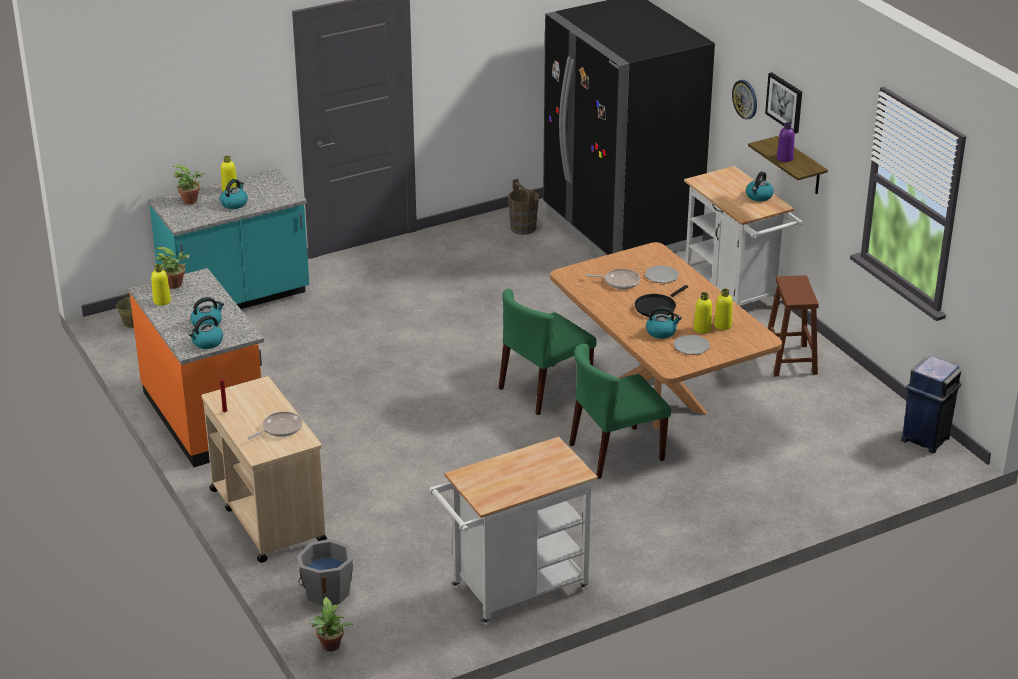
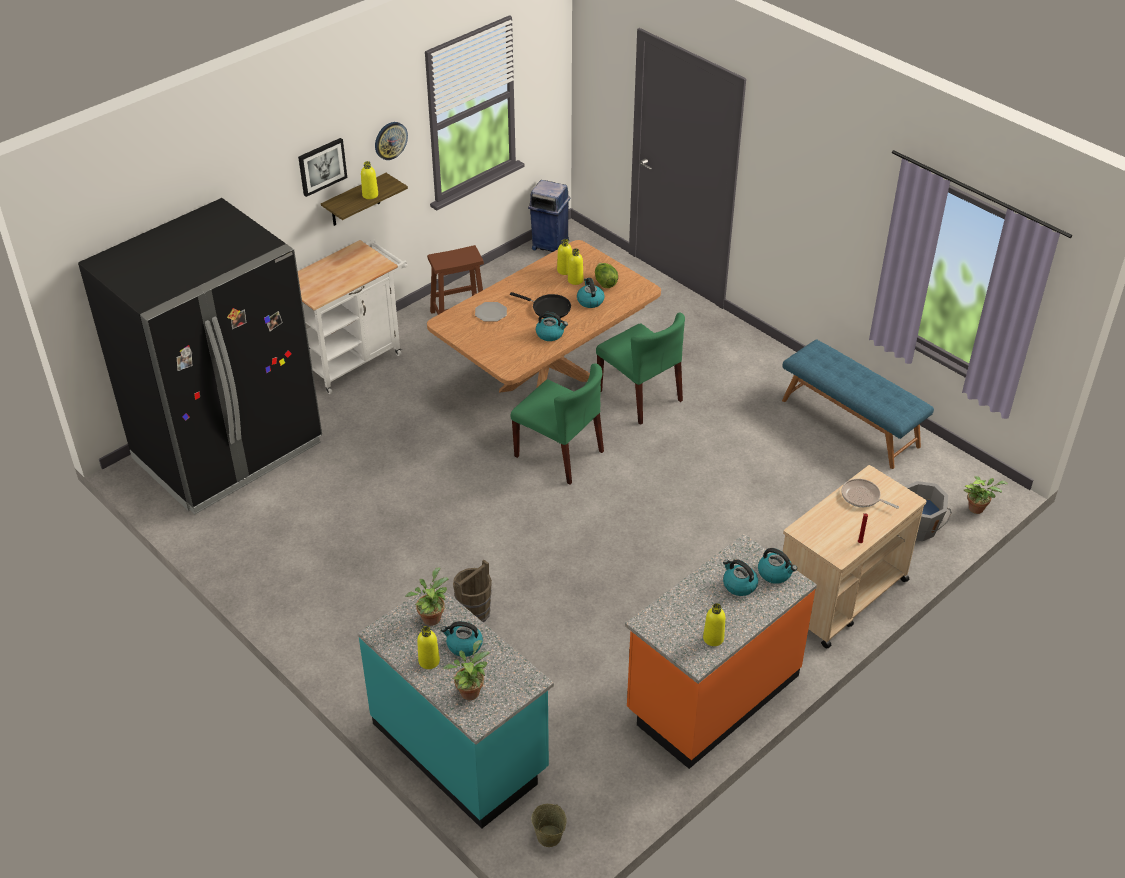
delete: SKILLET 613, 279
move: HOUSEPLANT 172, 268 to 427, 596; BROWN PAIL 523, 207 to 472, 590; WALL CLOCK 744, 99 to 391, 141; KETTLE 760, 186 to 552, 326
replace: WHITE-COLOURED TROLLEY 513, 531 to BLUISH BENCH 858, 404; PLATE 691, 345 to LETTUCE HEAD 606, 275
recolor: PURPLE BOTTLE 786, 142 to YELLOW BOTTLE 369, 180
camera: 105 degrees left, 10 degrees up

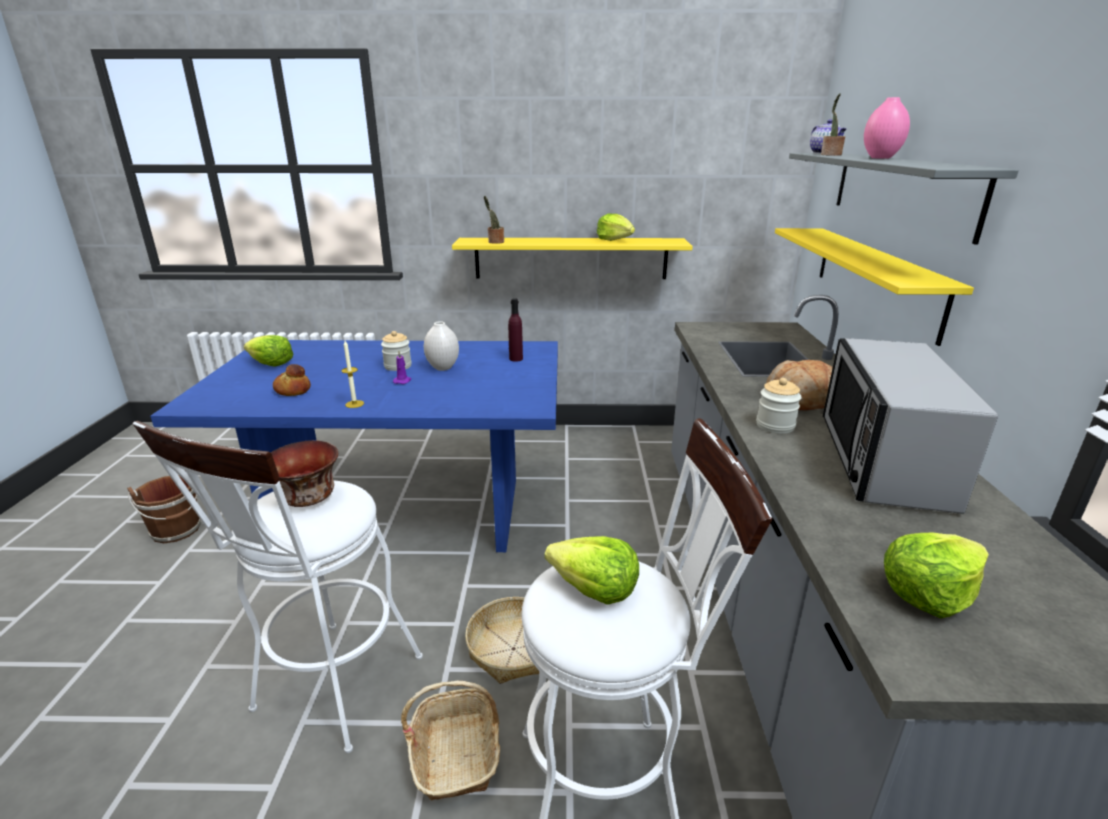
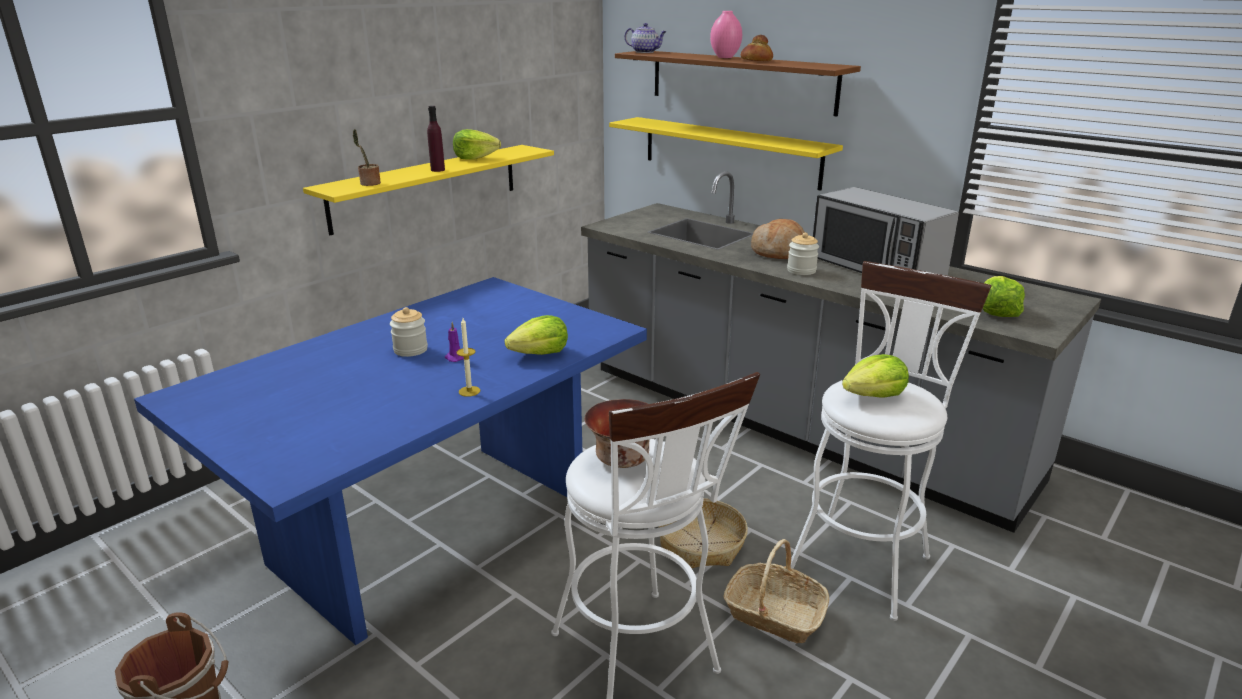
delete: WHITE-COLOURED FLOWER VASE 441, 346; HOUSEPLANT 833, 124
move: LETTUCE HEAD 268, 351 to 536, 335; BAKERY BREAD 292, 380 to 757, 48; PURPLE BOTTLE 515, 330 to 436, 139
recolor: GREYISH BRACKET SHELF 904, 199 to BROWN BRACKET SHELF 738, 83
camera: 50 degrees left, 0 degrees up

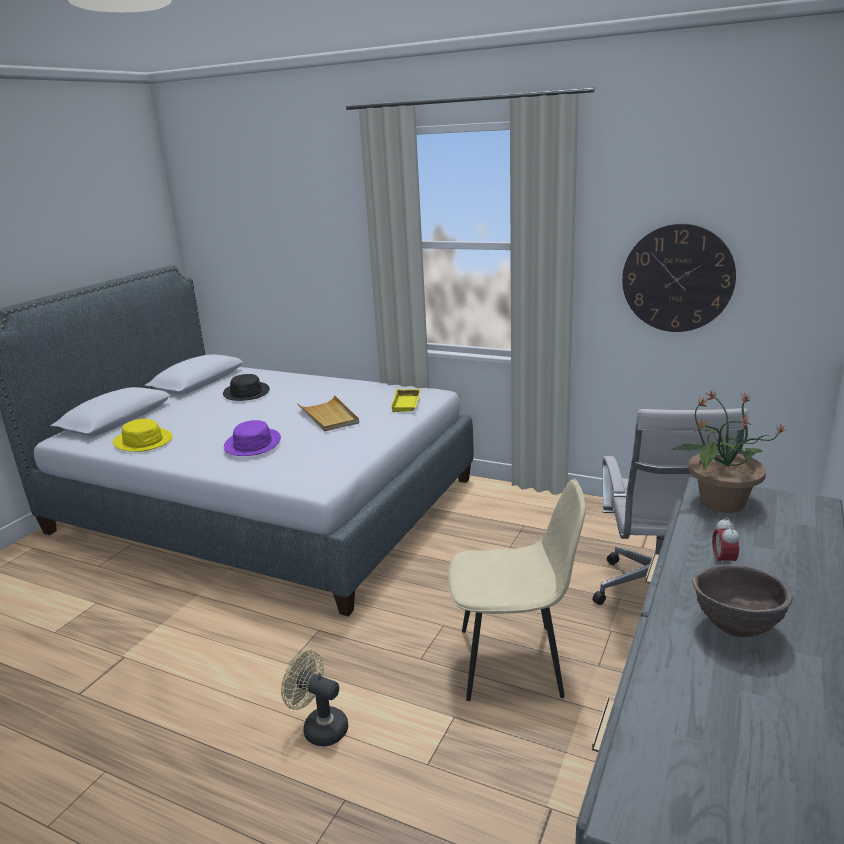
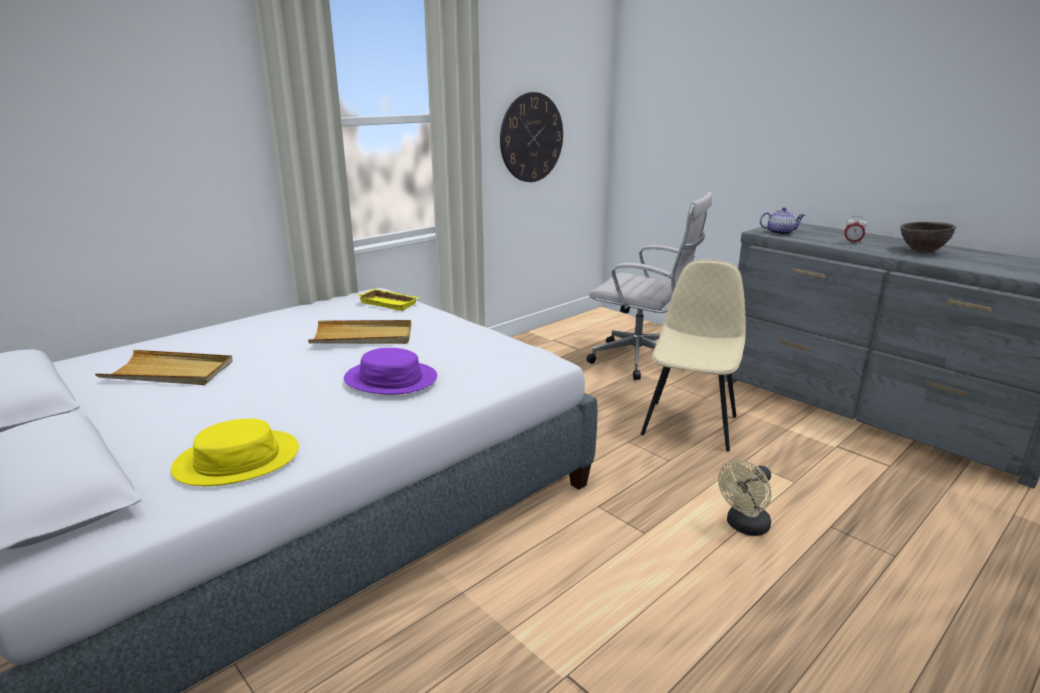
replace: BLACKISH WEARABLE HAT 246, 387 to SAND-COLOURED SERVING TRAY 164, 367; HOUSEPLANT 727, 452 to POT FOR TEA 782, 221
camera: 70 degrees left, 0 degrees up

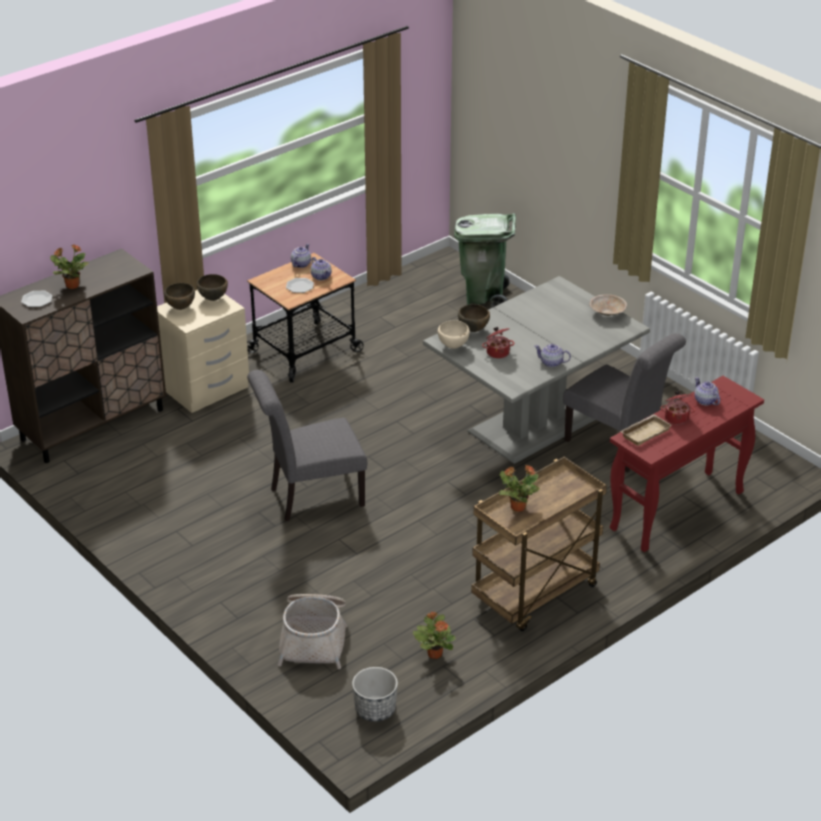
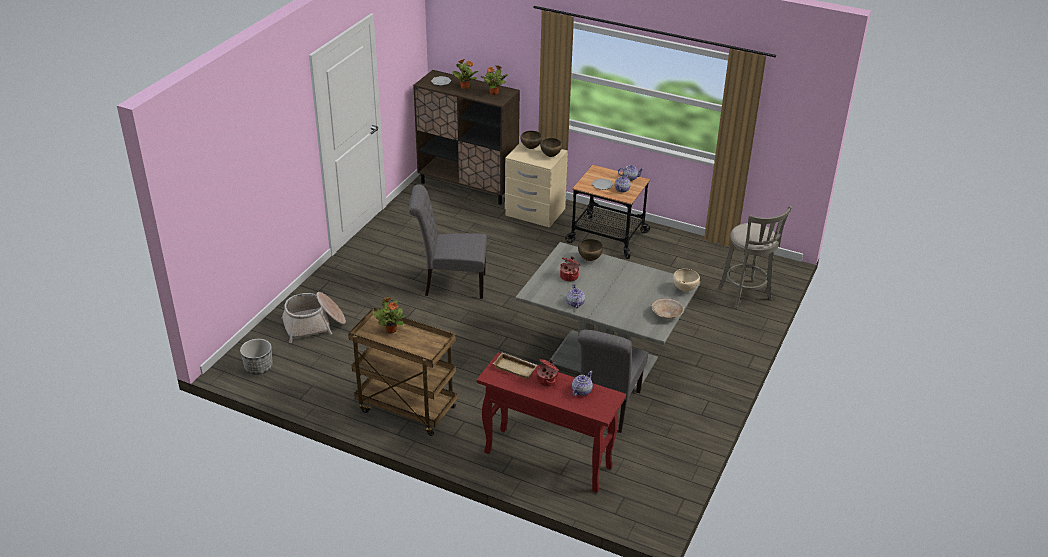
move: HOUSEPLANT 434, 635 to 494, 80; SAND-COLOURED DEEP DISH 454, 334 to 686, 280
replace: GREEN-COLOURED TRASH CAN 485, 260 to GREYISH STOOL 754, 257
rotate: GREYISH UPRIGHT CHAIR 307, 445 = 448, 241 45 degrees counterclockwise
camera: 65 degrees right, 0 degrees up

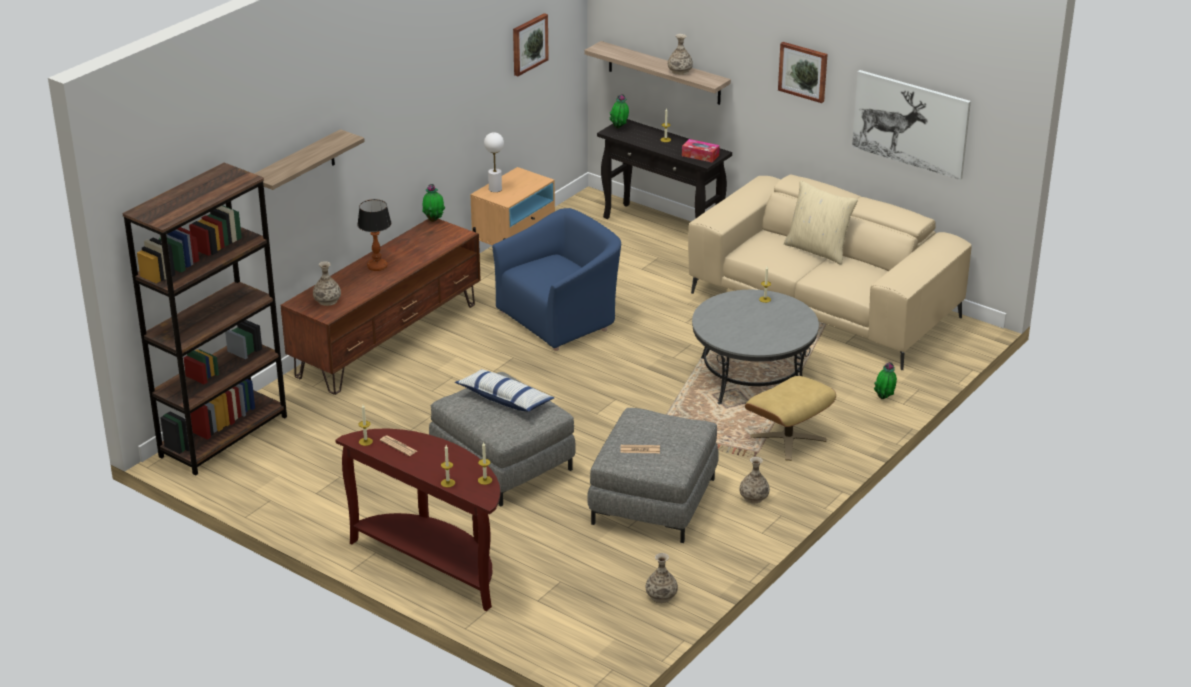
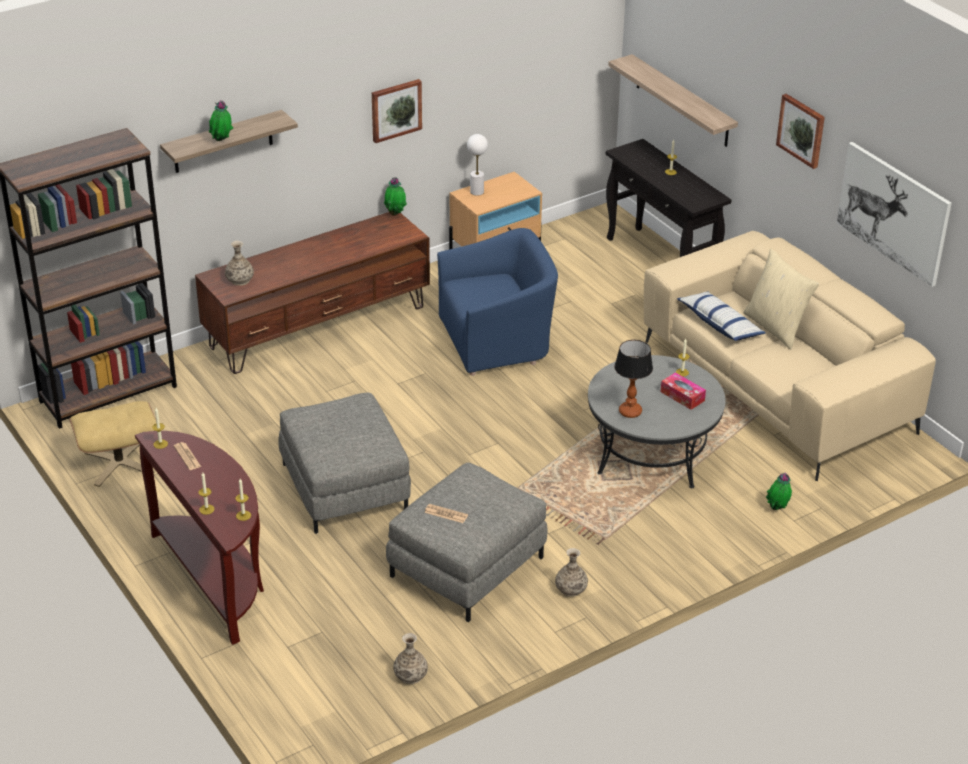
delete: FLOWER VASE 680, 54
move: TABLETOP LAMP 374, 235 to 633, 379; PILLOW 504, 390 to 721, 316; WALL ART 531, 44 to 397, 111; HOUSEPLANT 619, 111 to 221, 120; TISSUE BOX 701, 151 to 683, 391; SAND-COLOURED POUFFE 790, 418 to 112, 444
camera: 20 degrees right, 5 degrees up

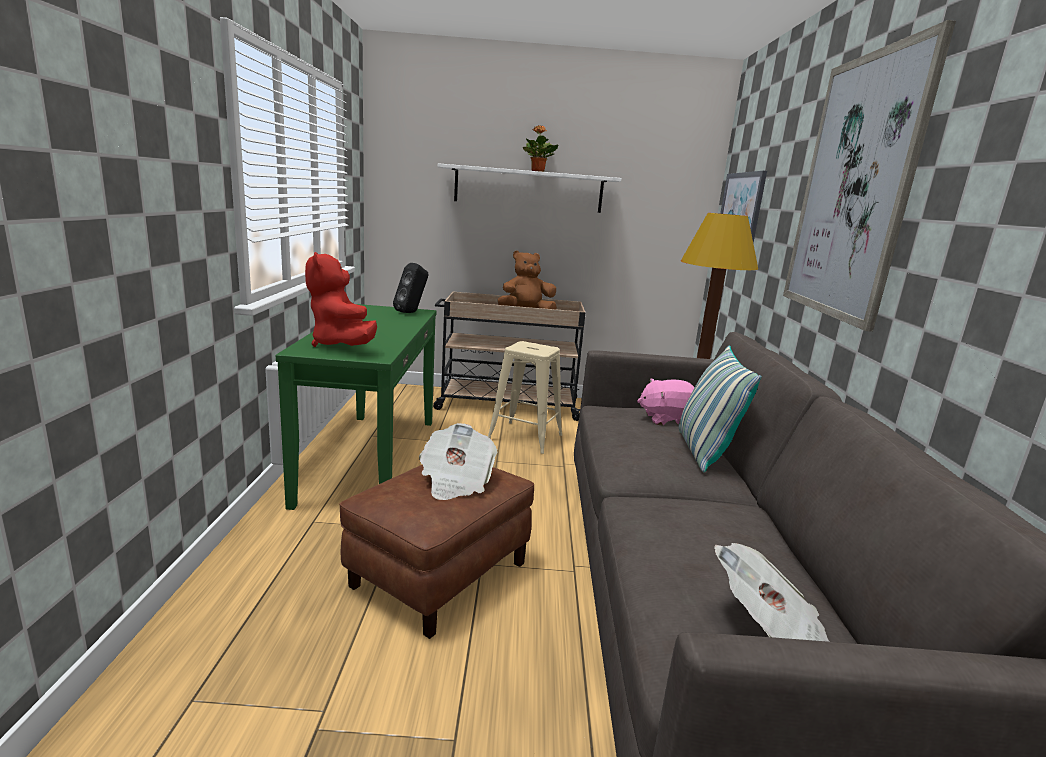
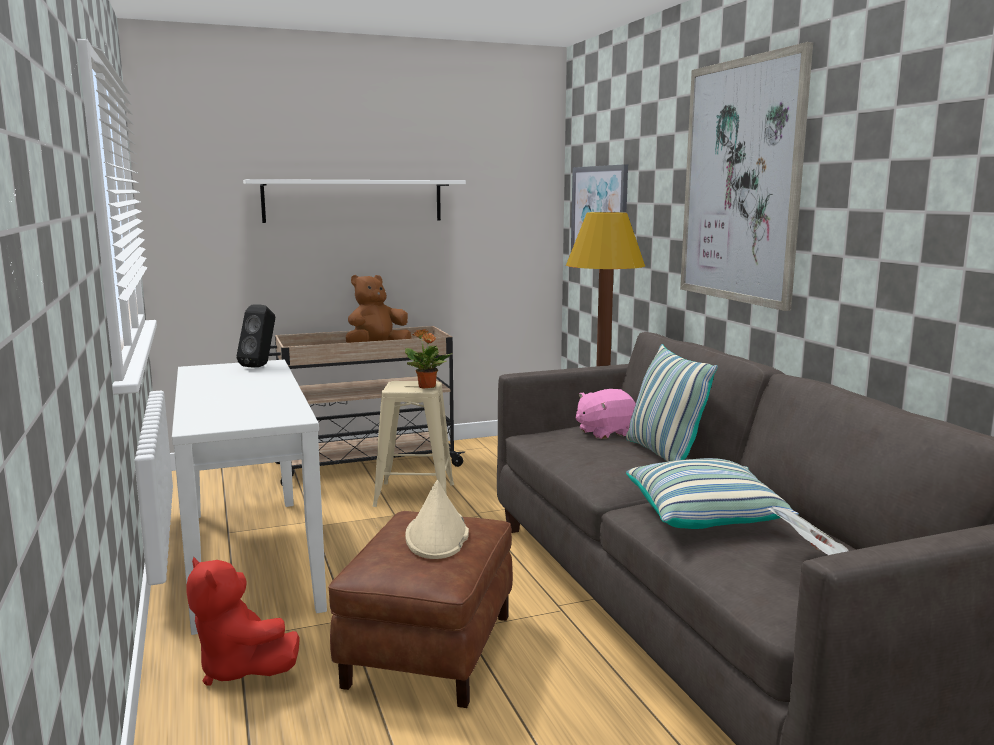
insert: PILLOW 712, 493
move: REDDISH PLUSH TOY 341, 299 to 243, 621; HOUSEPLANT 541, 148 to 428, 359
replace: DAILY PAPER 458, 461 to SAND-COLOURED WEARABLE HAT 437, 519
recolor: GREEN-COLOURED NARROW TABLE 356, 407 to WHITE-COLOURED NARROW TABLE 249, 497
camera: 20 degrees left, 5 degrees down

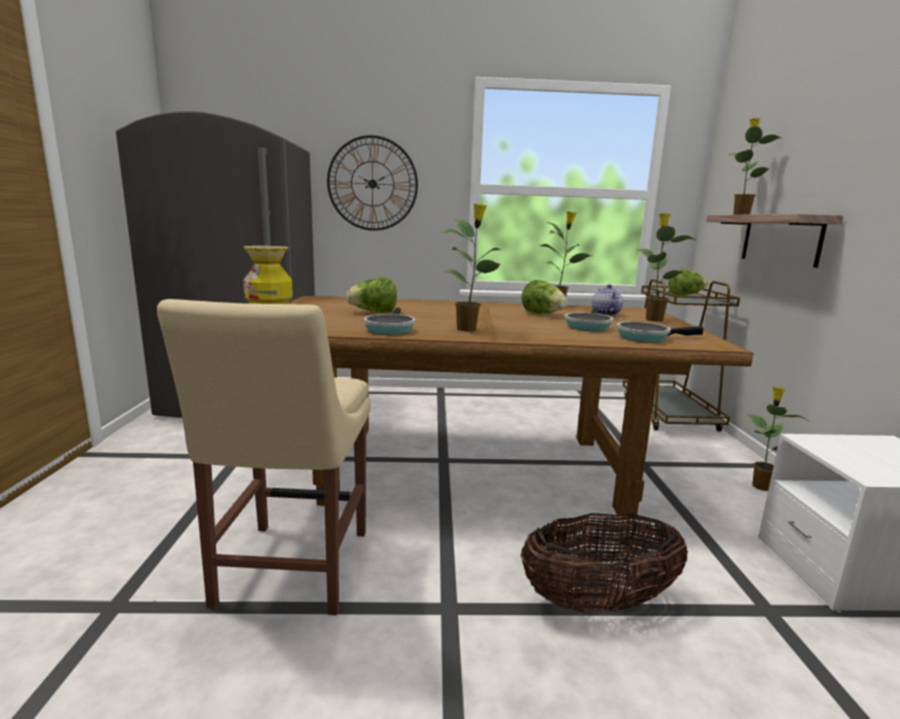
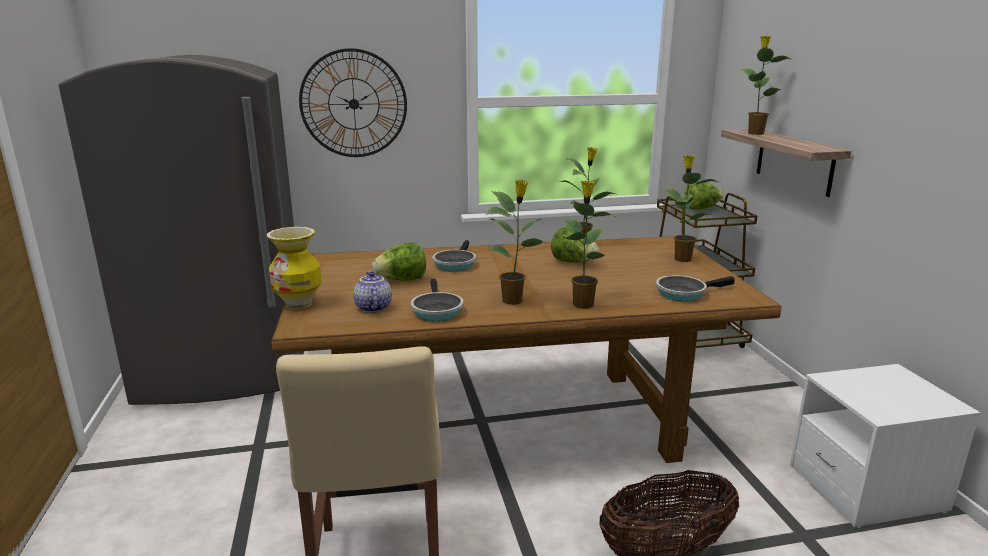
move: SKILLET 589, 319 to 454, 256; POT FOR TEA 607, 300 to 372, 291; HOUSEPLANT 779, 439 to 590, 245
camera: 10 degrees left, 5 degrees up

